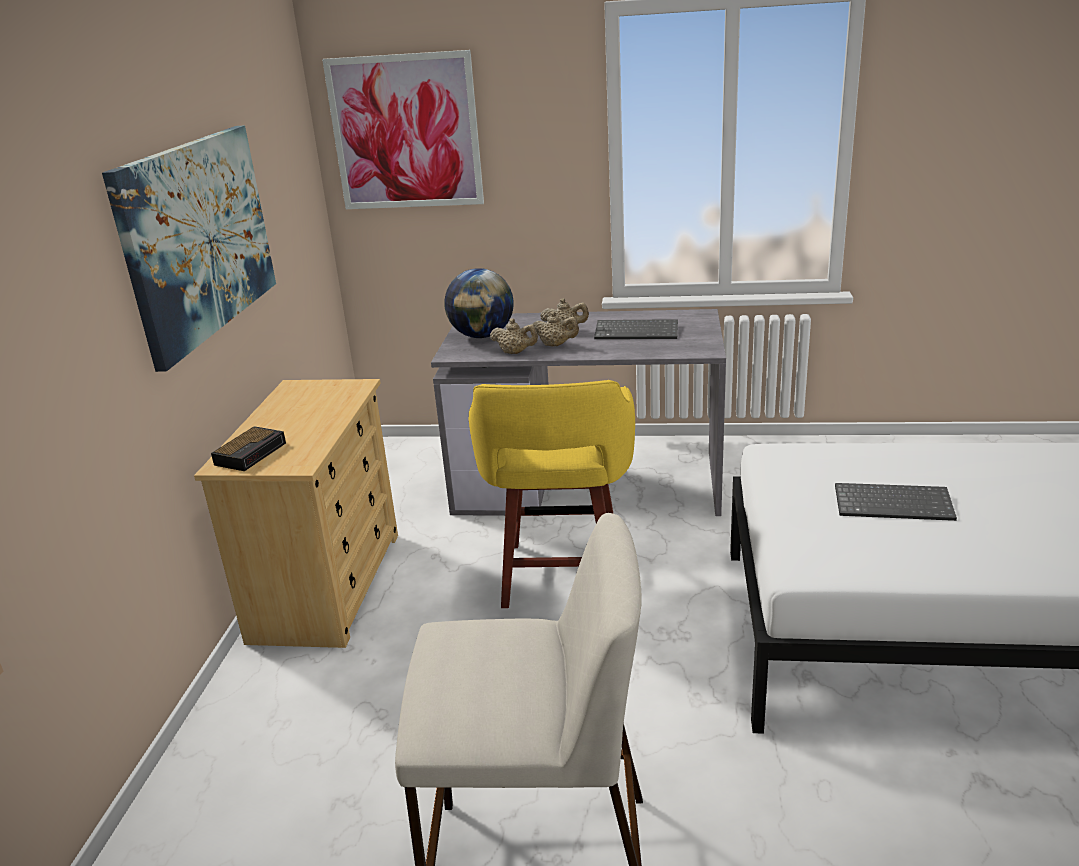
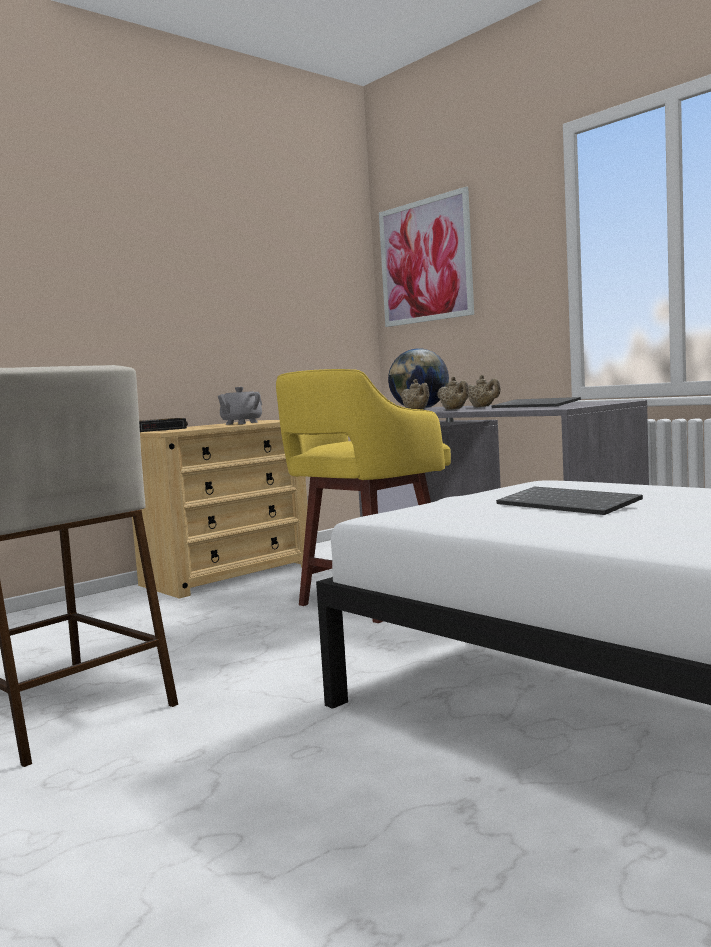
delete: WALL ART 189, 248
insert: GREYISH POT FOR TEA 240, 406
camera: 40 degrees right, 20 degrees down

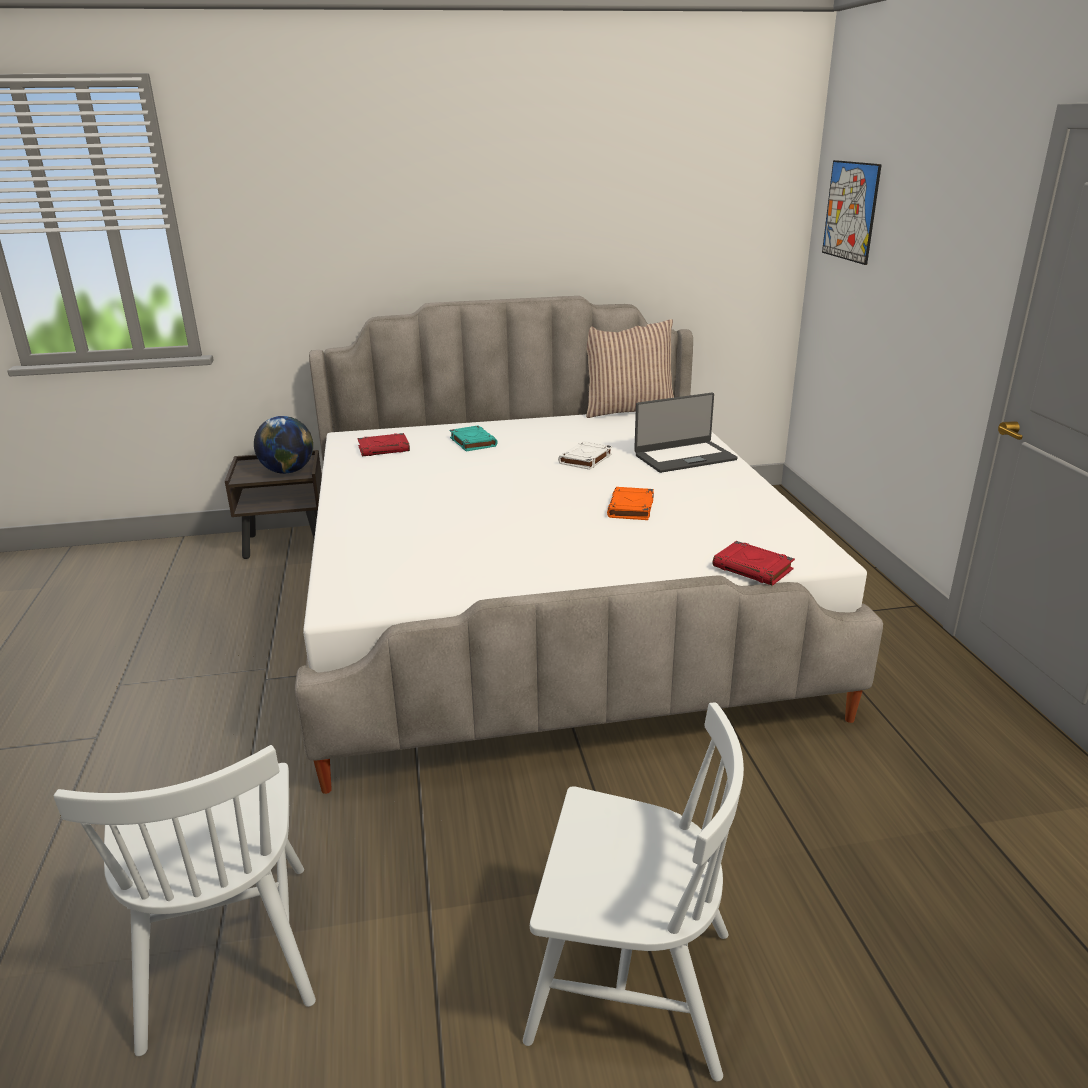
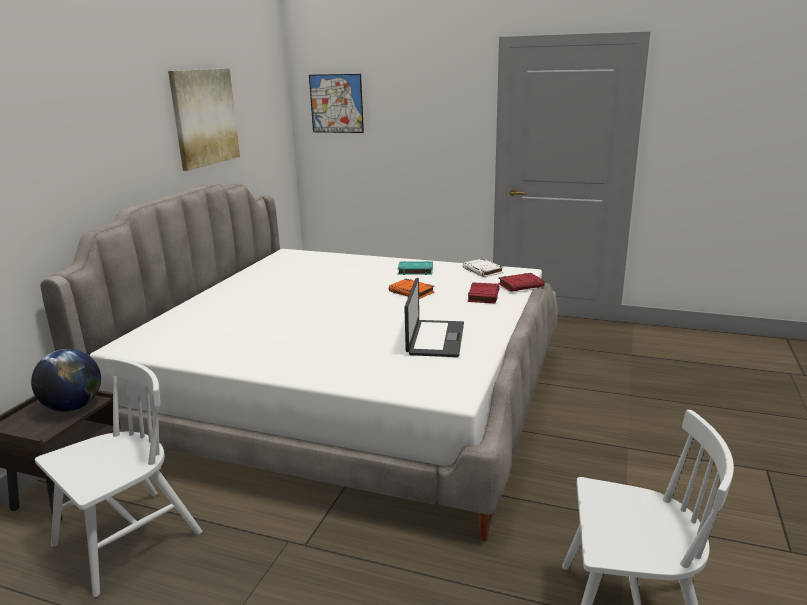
delete: PILLOW 630, 368
insert: WALL ART 204, 119
move: REDDISH BOUND BOOK 384, 444 to 483, 292; TURQUOISE-COLOURED BOUND BOOK 474, 438 to 415, 268; WHITE-COLOURED UPRIGHT CHAIR 633, 892 to 118, 477; WHITE-COLOURED BOUND BOOK 585, 455 to 483, 268; NOTEBOOK COMPUTER 686, 433 to 434, 317
camera: 60 degrees left, 5 degrees down

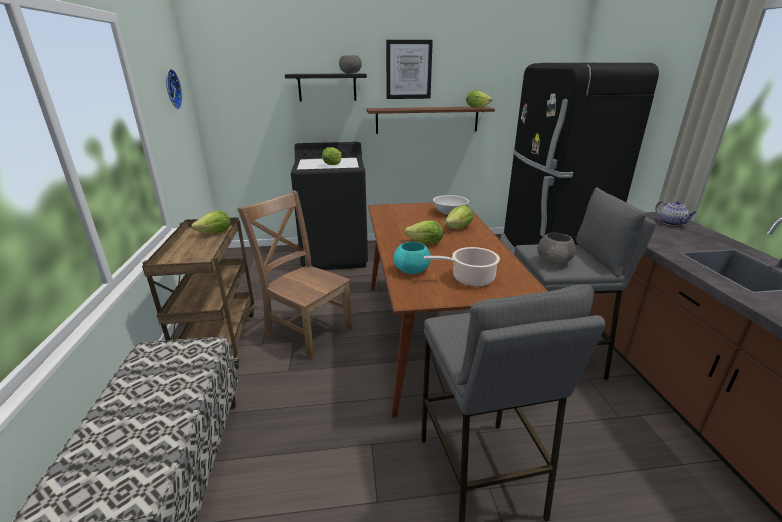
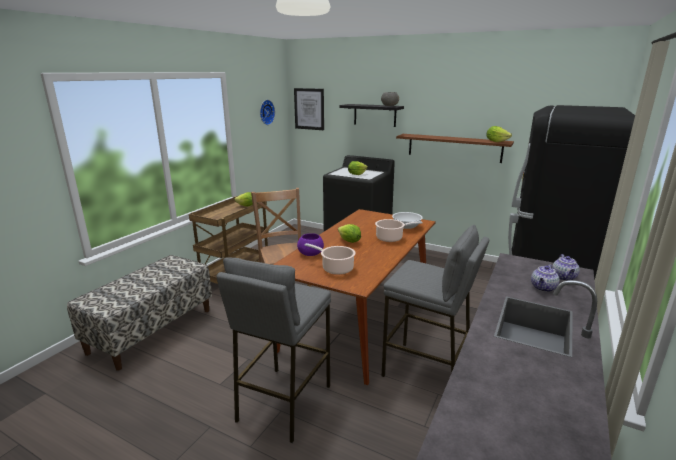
delete: GREYISH DEEP DISH 556, 248
insert: POT FOR TEA 545, 278
move: WALL ART 409, 69 to 309, 109
replace: LETTUCE HEAD 458, 217 to STOCKPOT 399, 230
recolor: TURQUOISE-COLOURED DEEP DISH 412, 258 to PURPLE DEEP DISH 310, 244
camera: 35 degrees right, 5 degrees down

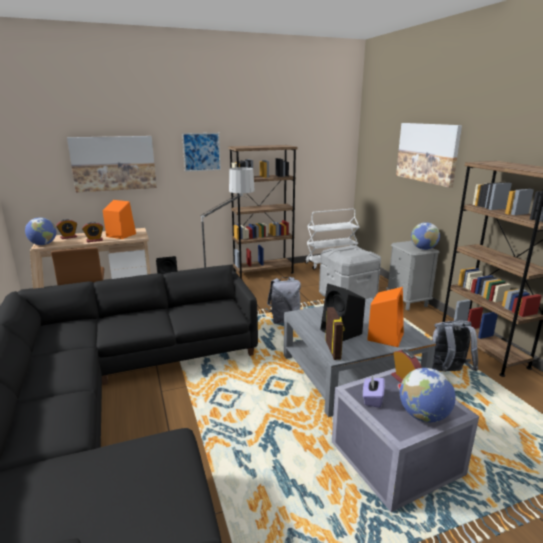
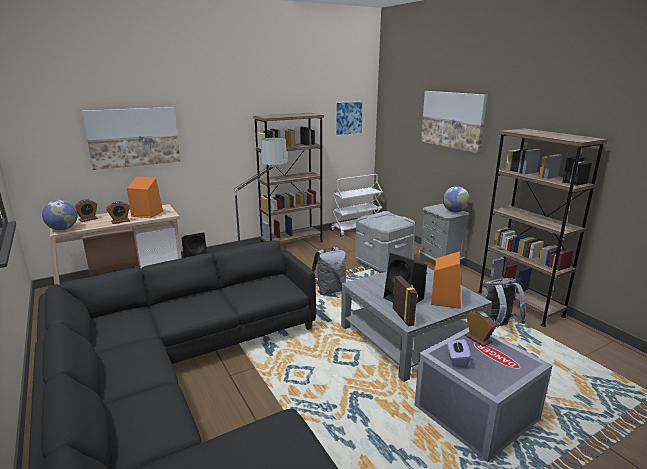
delete: DESK GLOBE 428, 395
move: WALL ART 201, 152 to 349, 118
camera: 10 degrees left, 0 degrees up

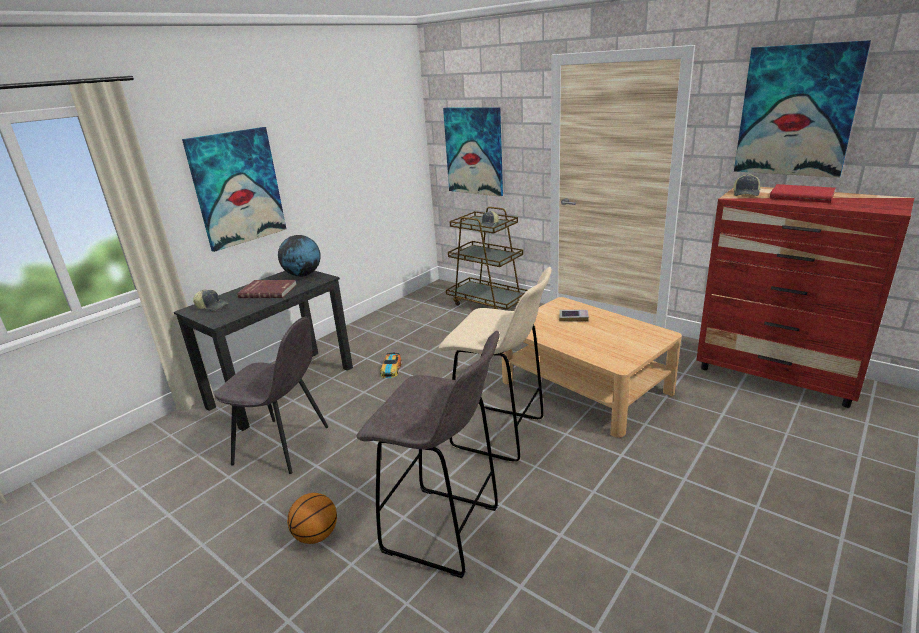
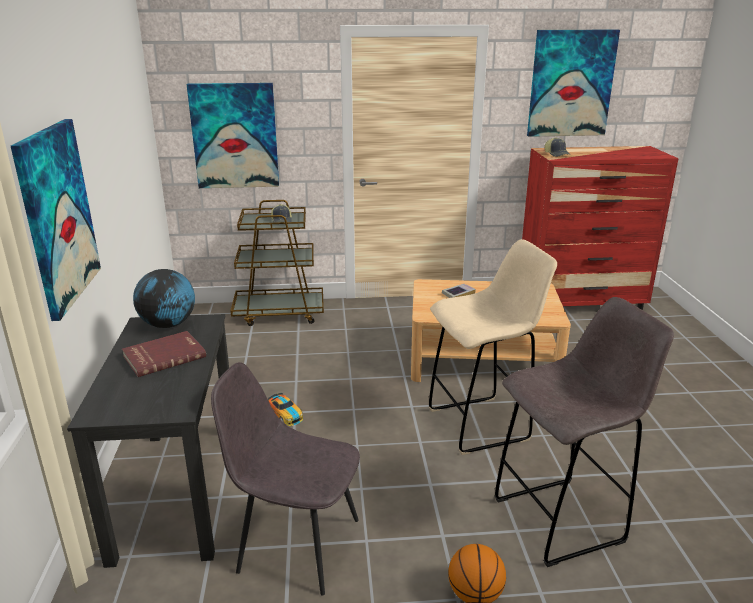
delete: PEAKED CAP 211, 300; REDDISH BOUND BOOK 803, 193
rotate: GREYISH UPRIGHT CHAIR 271, 395 = 285, 479 135 degrees counterclockwise
camera: 45 degrees left, 0 degrees up

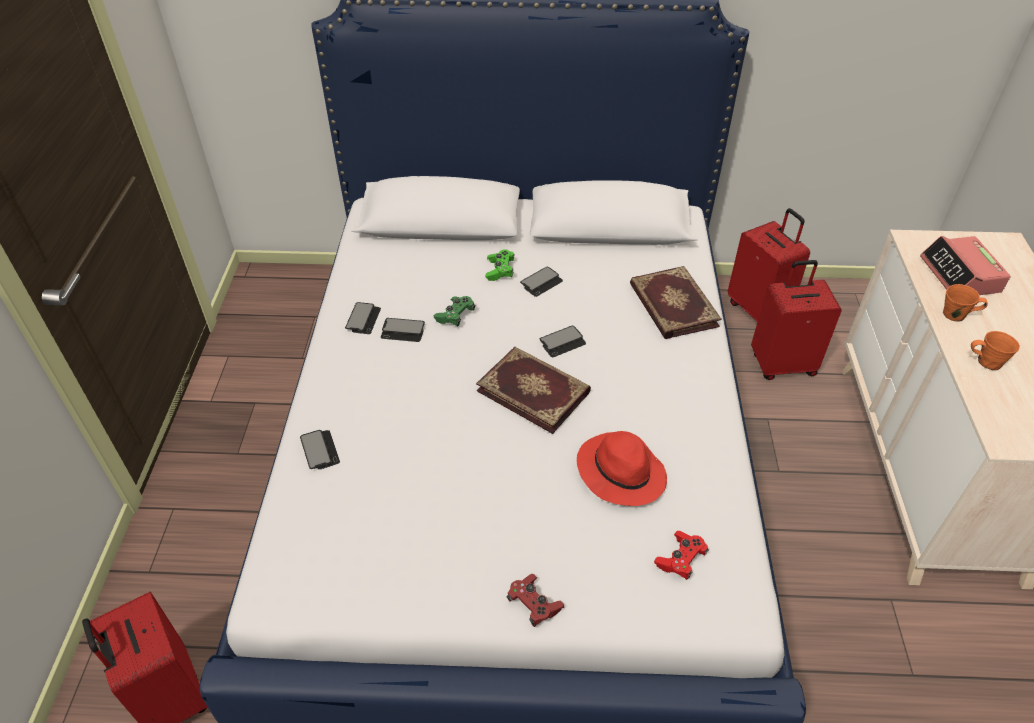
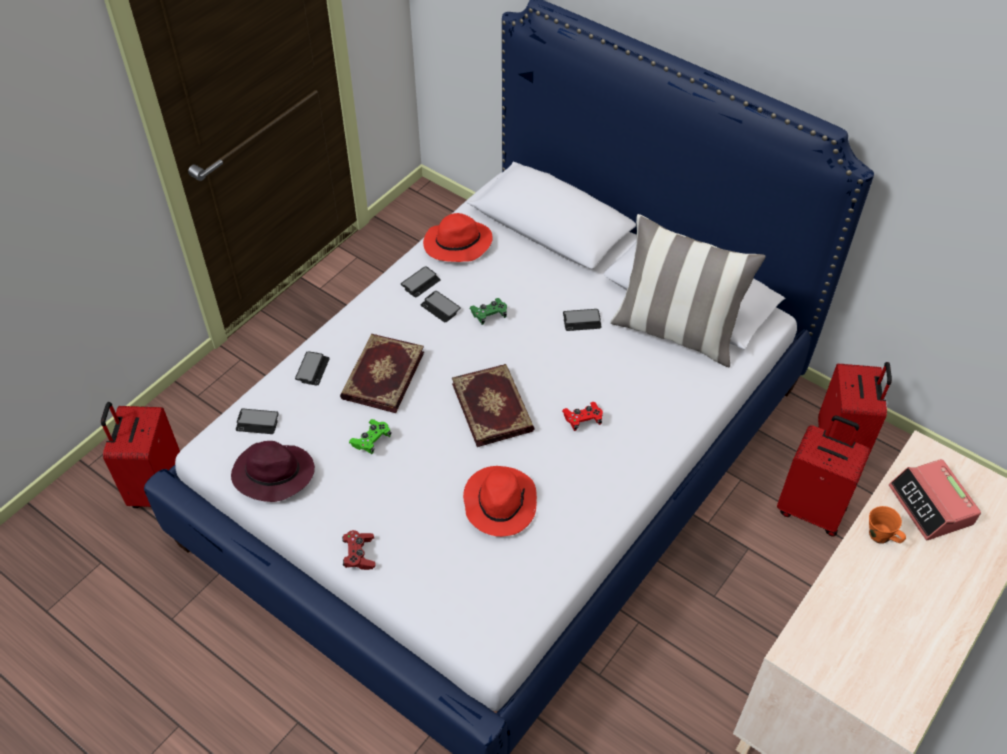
delete: ORANGEY TEA MUG 995, 350
insert: PURPLE WEARABLE HAT 273, 471; REDDISH WEARABLE HAT 458, 237; PILLOW 688, 290
move: GREEN-COLOURED GAMEPAD 500, 265 to 370, 436; PHONE 563, 341 to 257, 421; BOUND BOOK 676, 302 to 382, 373; REDDISH GAMEPAD 681, 555 to 582, 416
rotate: ALARM CLOCK 965, 265 = 935, 499 45 degrees counterclockwise
camera: 35 degrees right, 5 degrees up

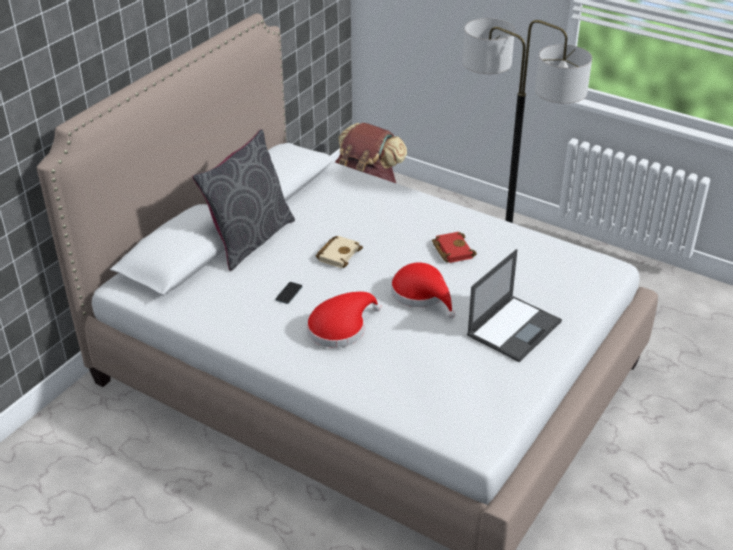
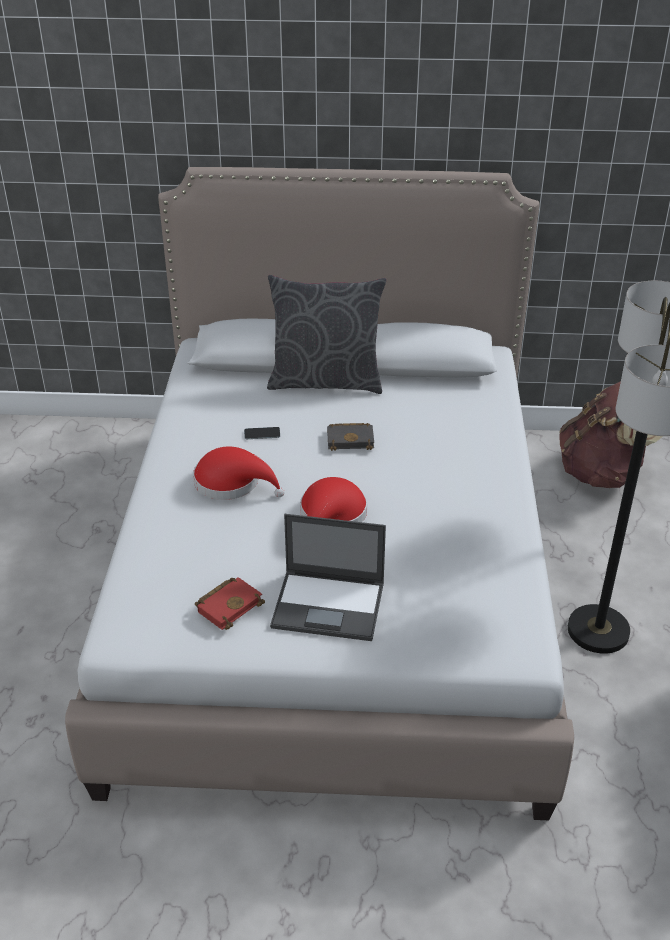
move: REDDISH BOUND BOOK 454, 247 to 230, 603
recolor: SAND-COLOURED BOUND BOOK 339, 252 to BLACKISH BOUND BOOK 350, 437
camera: 60 degrees right, 0 degrees up

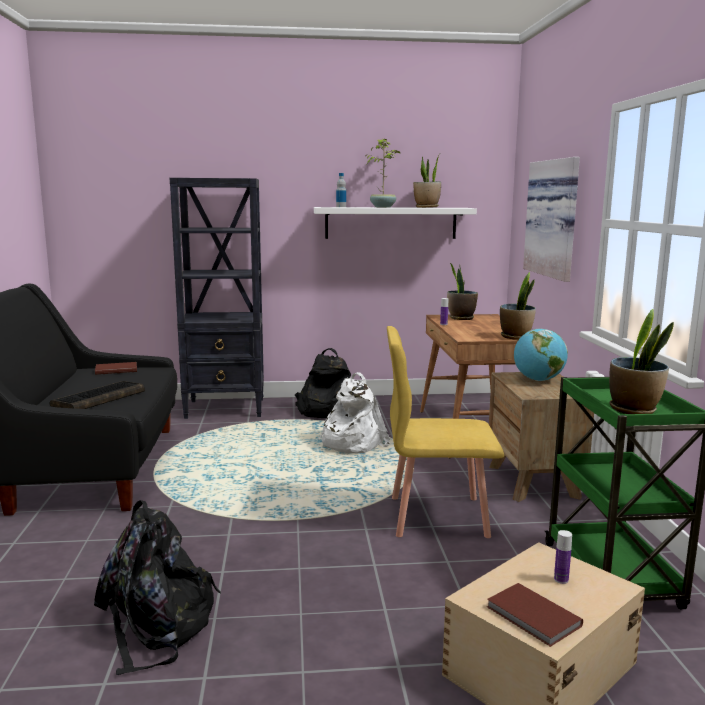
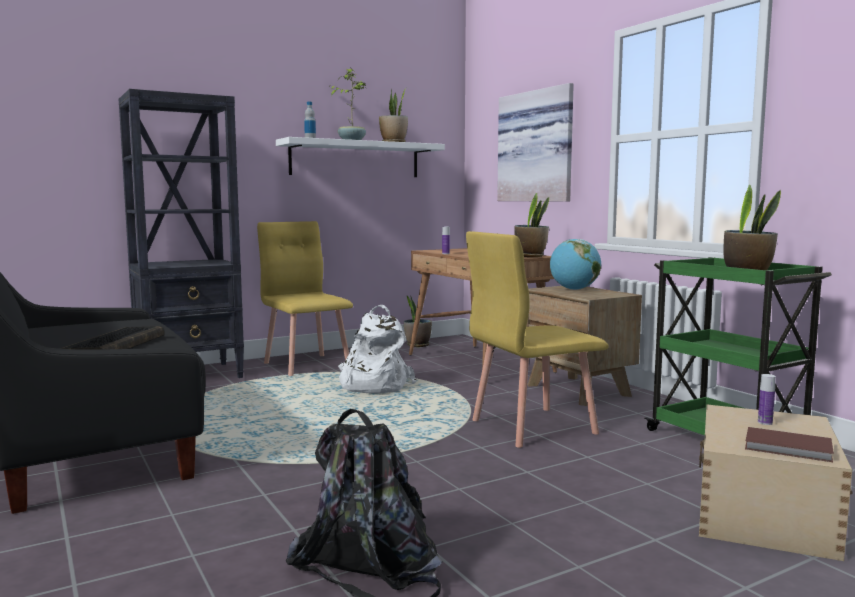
delete: BROWN BOUND BOOK 116, 368
move: HOUSEPLANT 462, 291 to 418, 321
replace: BLACKISH KNAPSACK 323, 383 to YELLOW UPRIGHT CHAIR 305, 298
camera: 25 degrees left, 5 degrees down

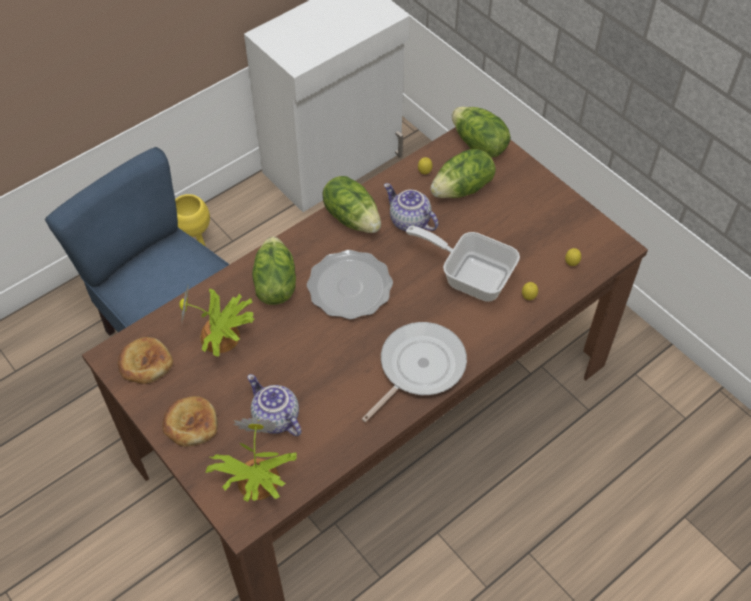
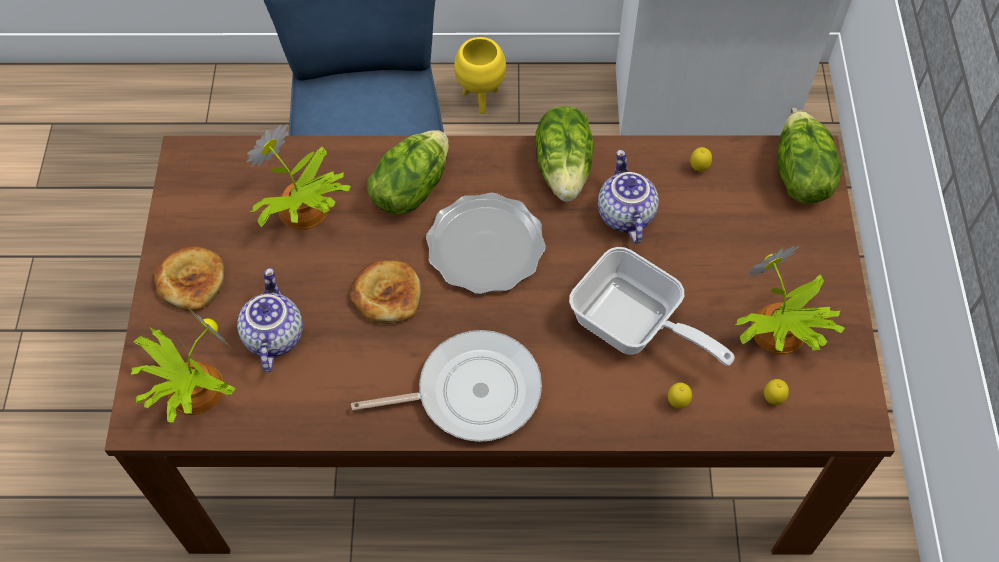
delete: LETTUCE HEAD 463, 173
insert: HOUSEPLANT 791, 300
move: BAKERY BREAD 145, 360 to 385, 292
rotate: SKILLET 463, 264 = 652, 306 150 degrees clockwise
camera: 40 degrees right, 5 degrees up

